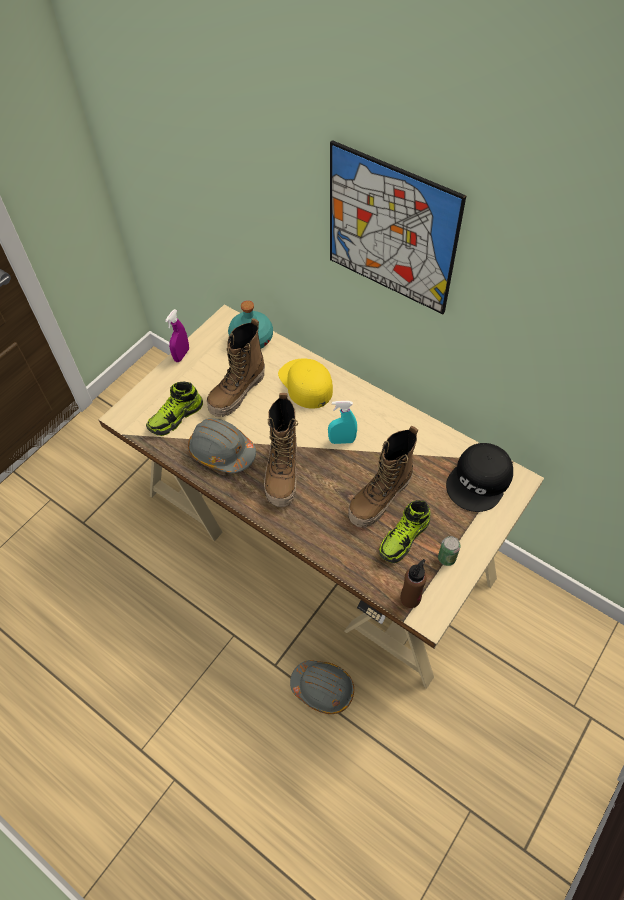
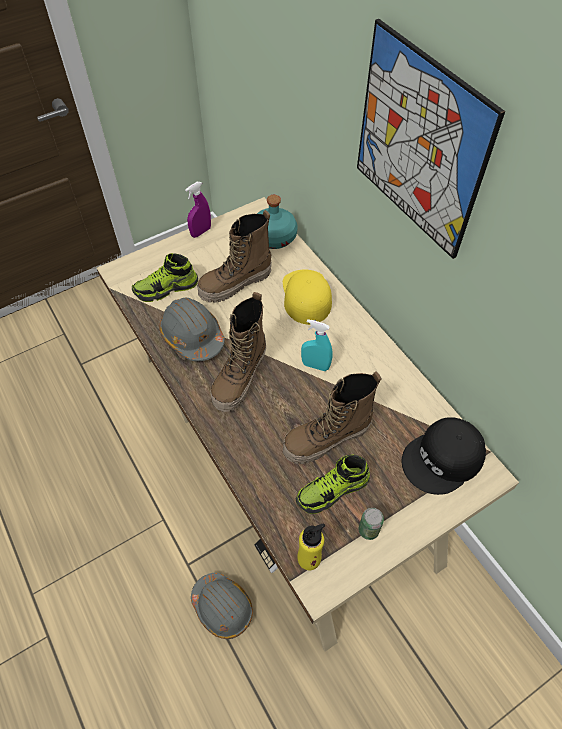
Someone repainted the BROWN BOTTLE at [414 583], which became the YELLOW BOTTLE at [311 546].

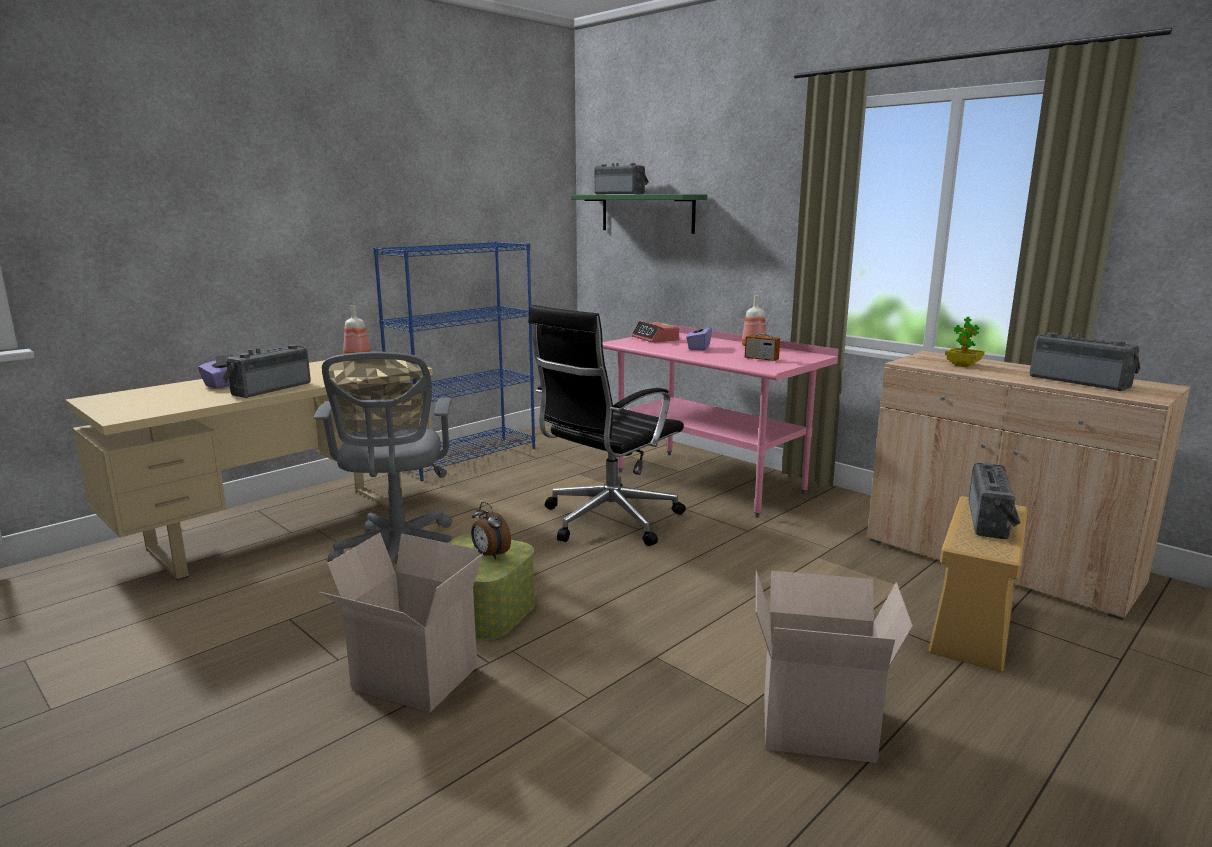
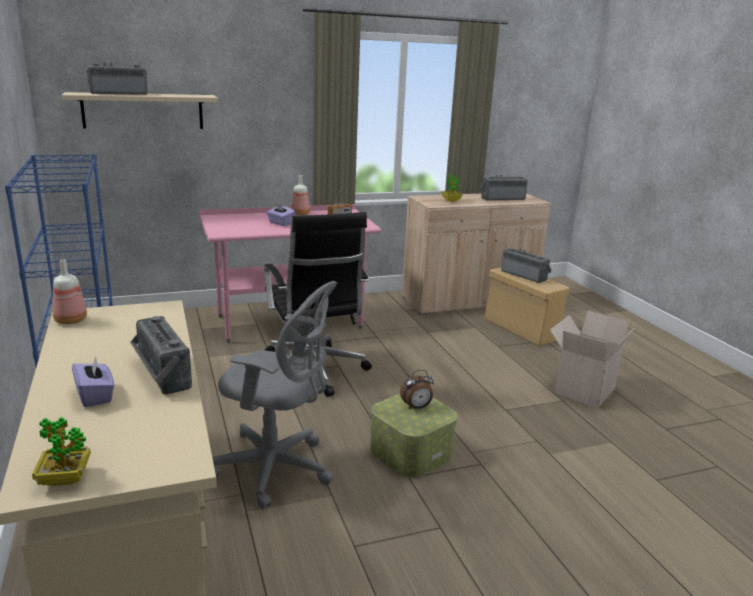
Someone took away the CARDBOARD BOX at [401 623].
Someone repainted the GREEN SHELF at [639 214], which became the BEIGE SHELF at [139 110].
Someone took away the ALARM CLOCK at [655 332].
Someone put down the POTTED PLANT at [61 451].

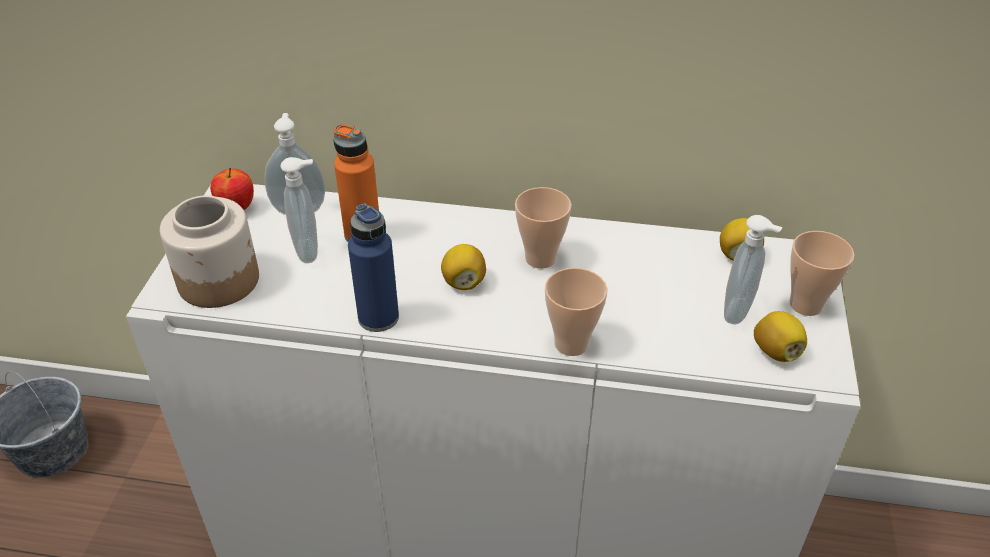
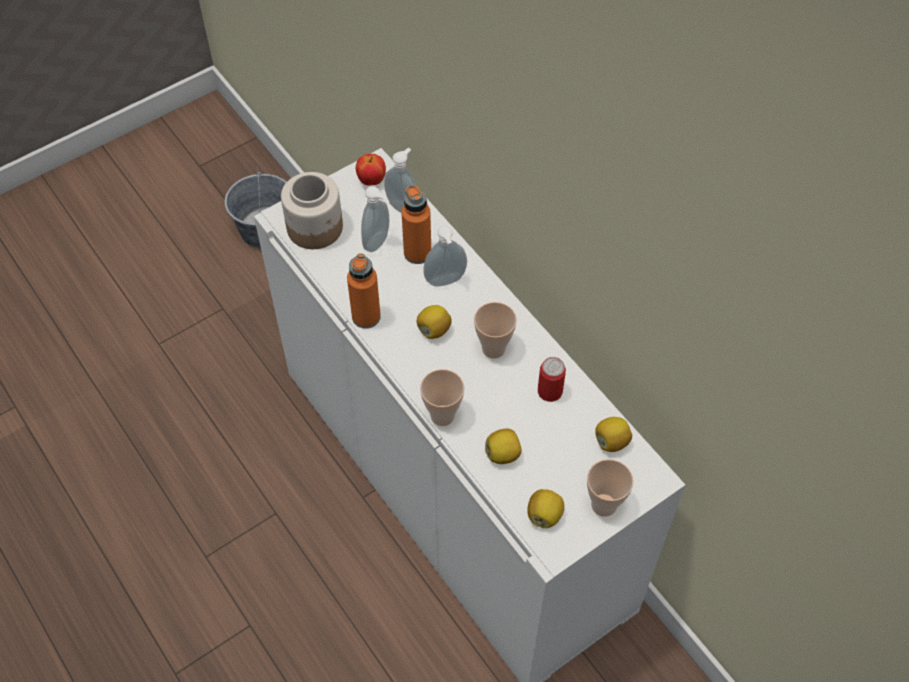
Someone repainted the BLUE BOTTLE at [373 268], which became the ORANGE BOTTLE at [364 291].
Someone carried the SOAP DISPENSER from [753 270] to [445 256].
Someone put down the LEMON at [503 446].
Someone put down the CAN at [552 379].

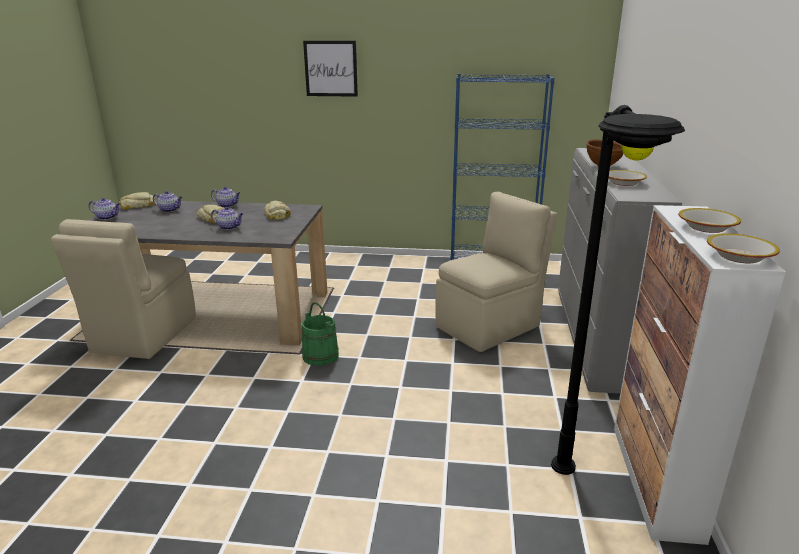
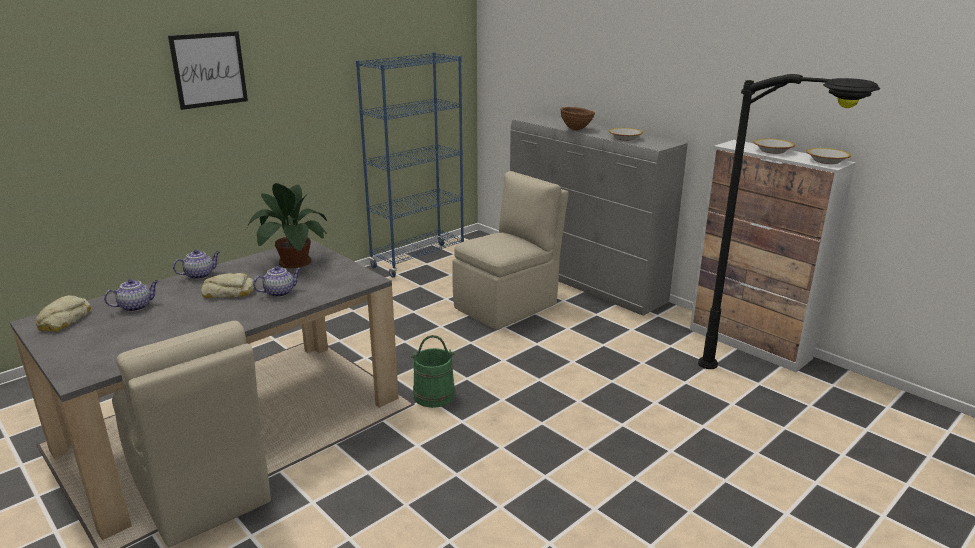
Someone took away the TEAPOT at [104 209].
Someone swapped the BREAD at [277 210] for the POTTED PLANT at [285 225].
Someone rotated the BEIGE CHAIR at [496 272] by 45 degrees clockwise.

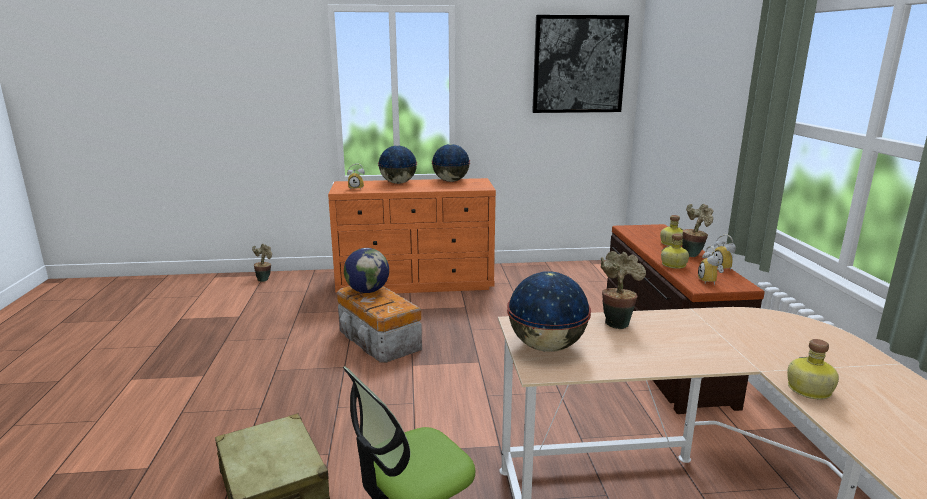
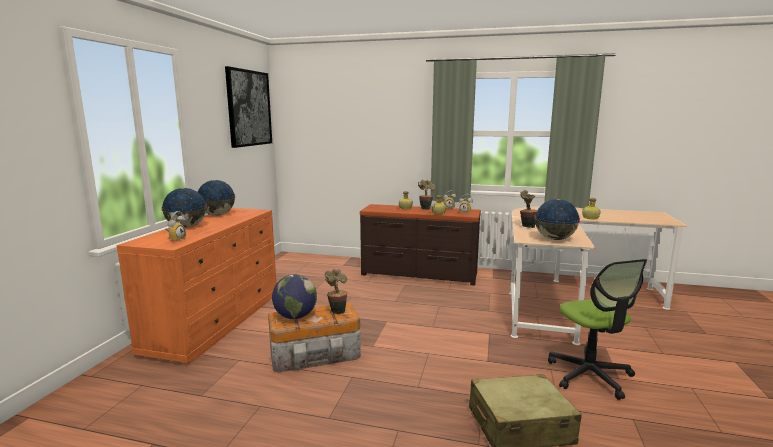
Someone carried the POTTED PLANT from [262 263] to [336 291].

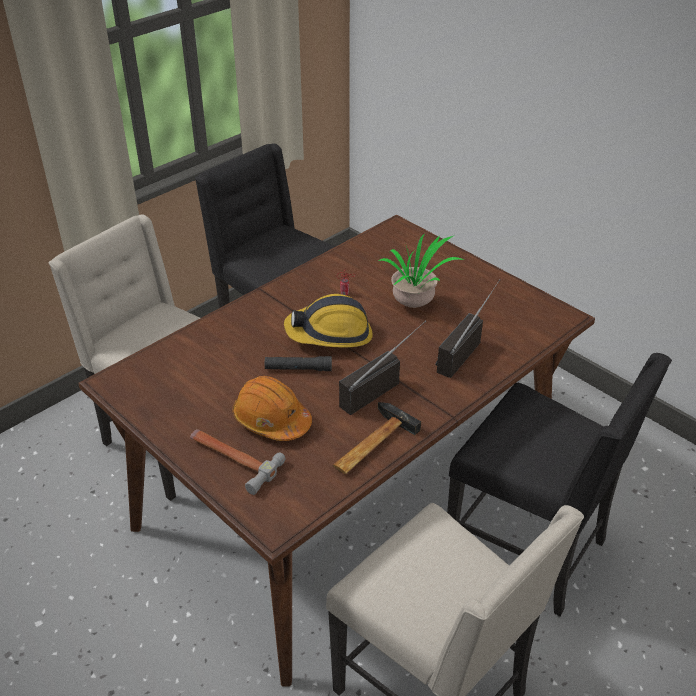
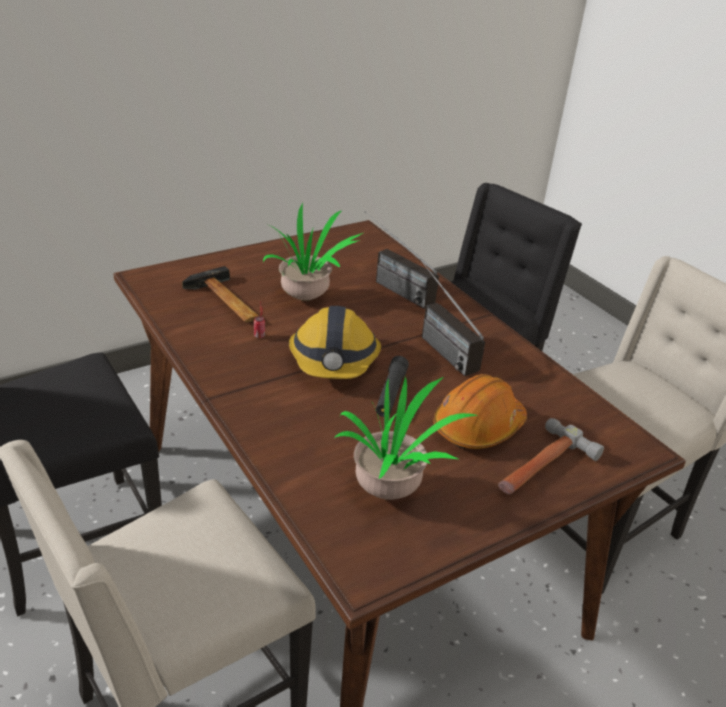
Someone carried the HAMMER from [377 438] to [220 294].
Someone put down the POTTED PLANT at [406 438].

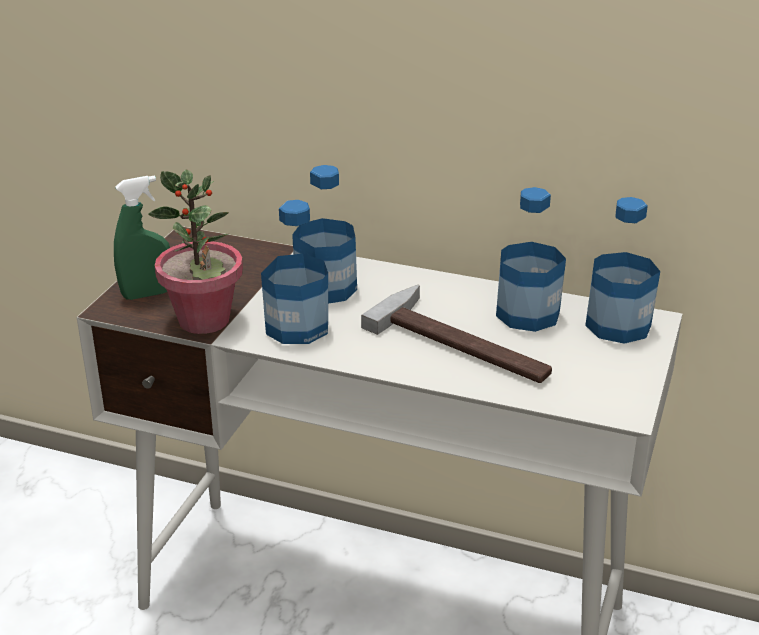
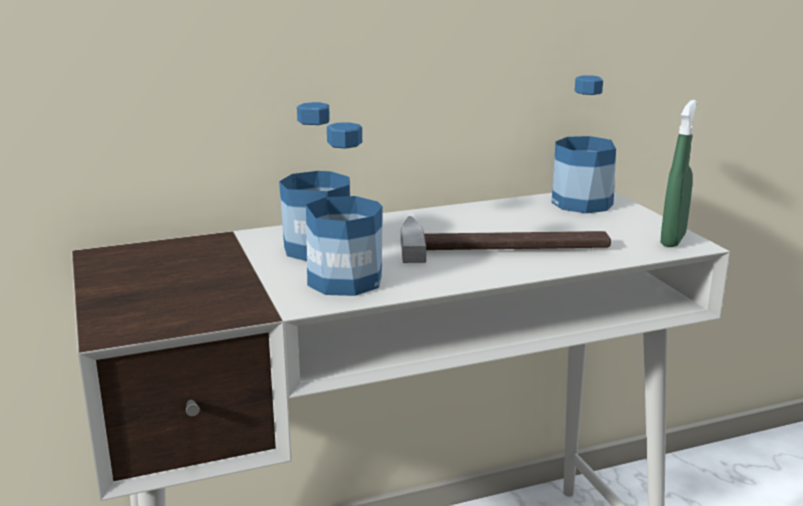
Someone carried the GREEN SPRAY BOTTLE from [142 237] to [678 173].
Someone took away the POTTED PLANT at [196 252].
Someone took away the BOTTLE at [531 259].

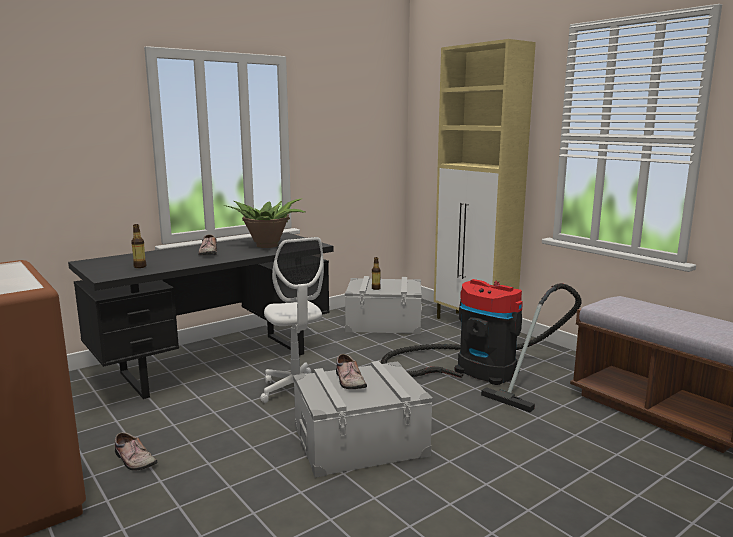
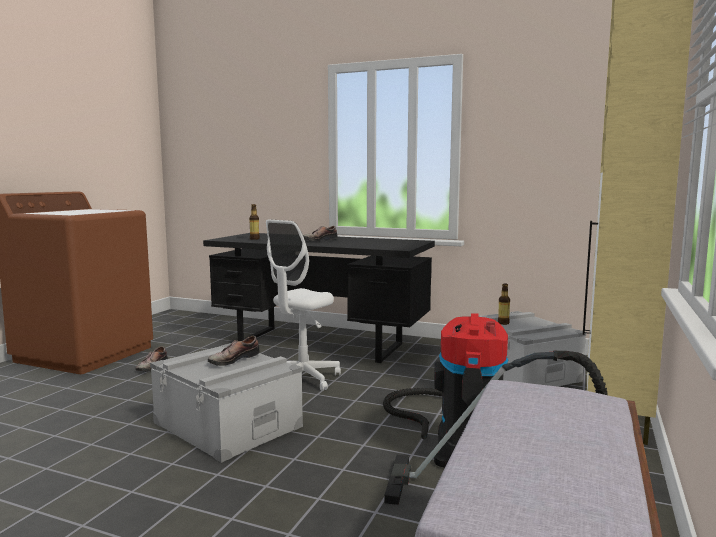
Someone took away the POTTED PLANT at [264 223].

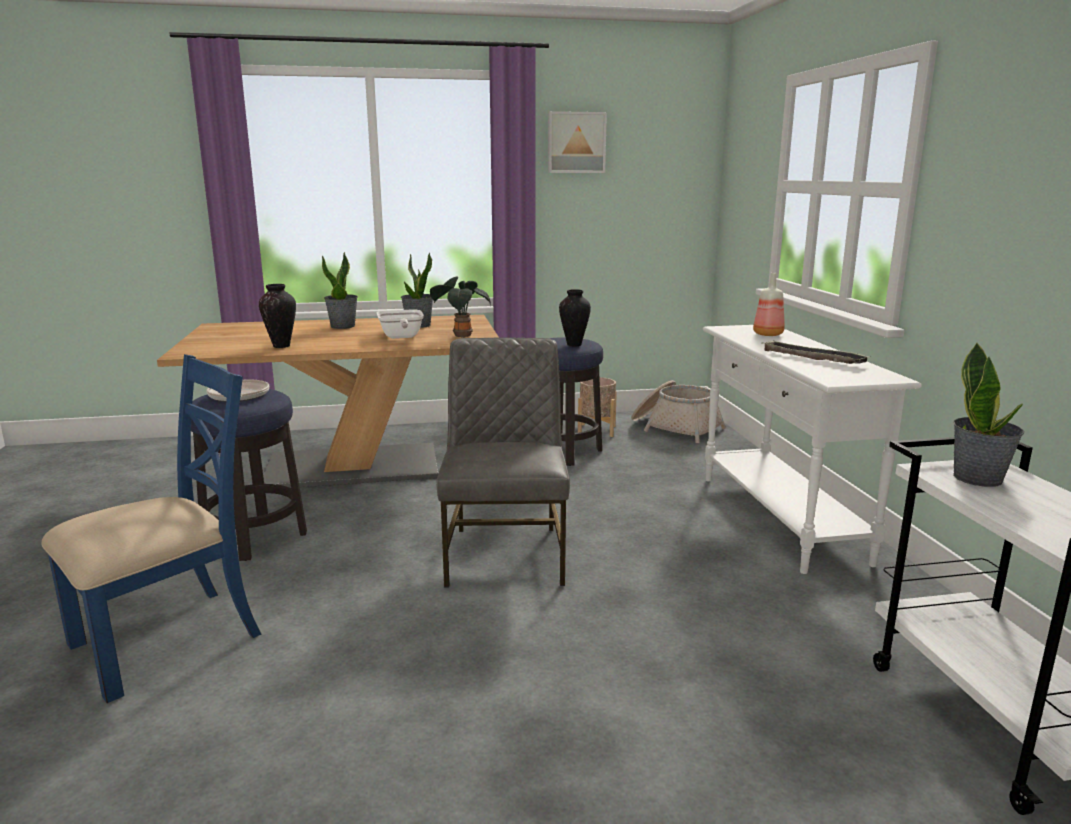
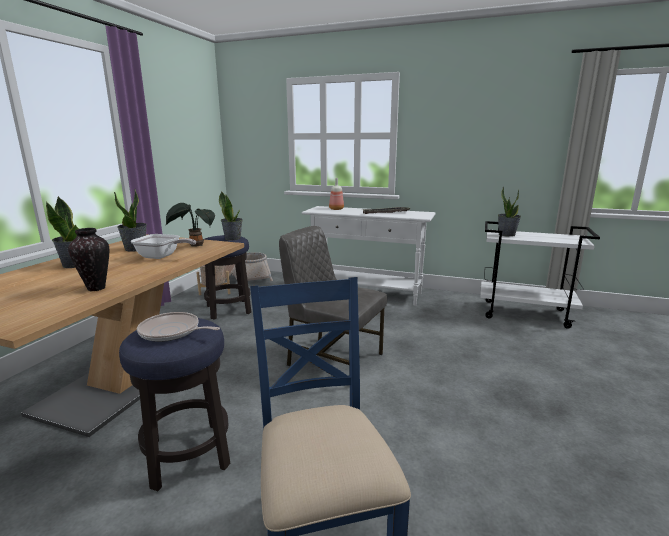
Someone took away the PICTURE at [577 142].
Someone swapped the VASE at [575 317] for the POTTED PLANT at [231 215].

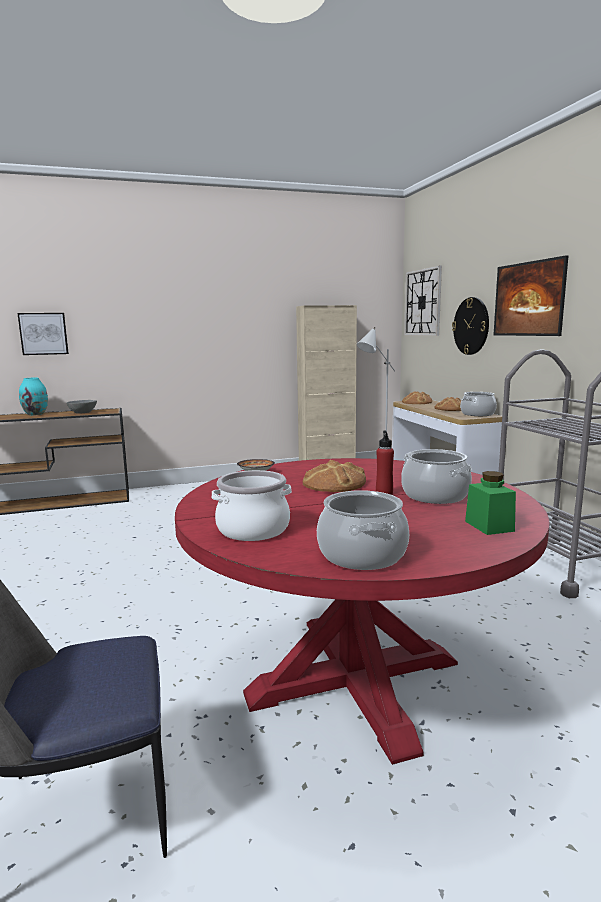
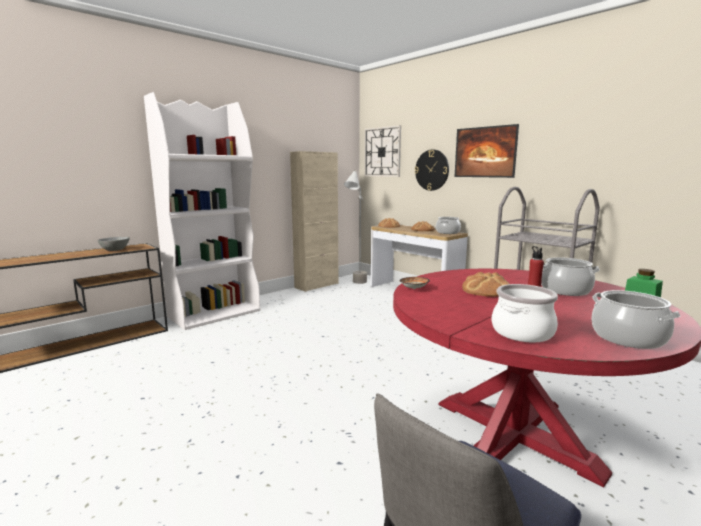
Someone took away the PICTURE at [43 334].
Someone took away the TURQUOISE VASE at [33 396].
Someone put down the WHITE BOOKCASE at [202 211].

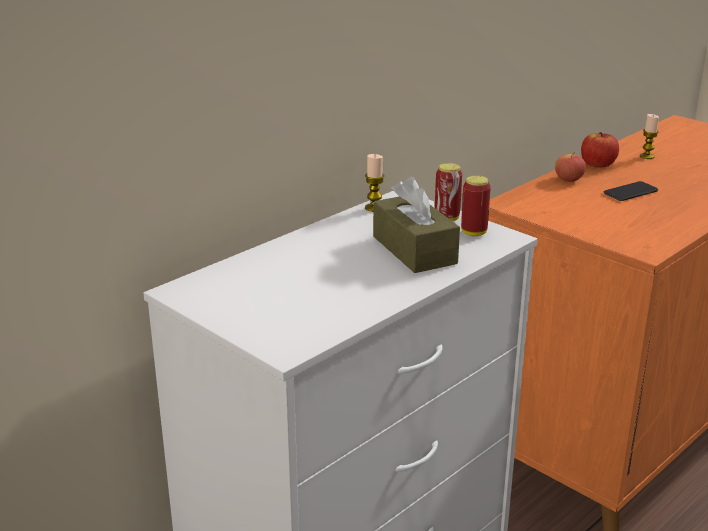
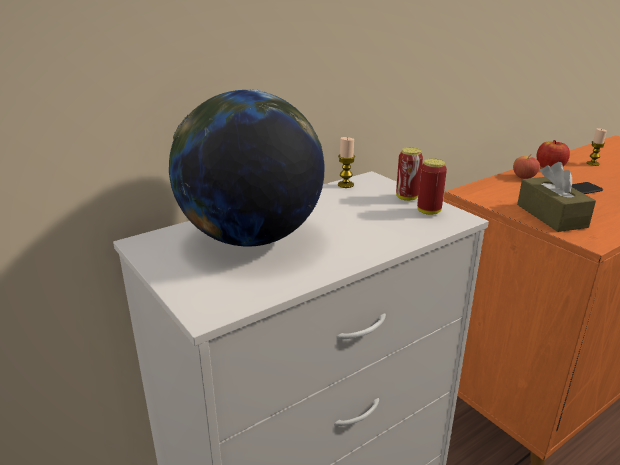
Someone carried the BROWN TISSUE BOX from [416 225] to [556 197].
Someone put down the GLOBE at [246 168].

